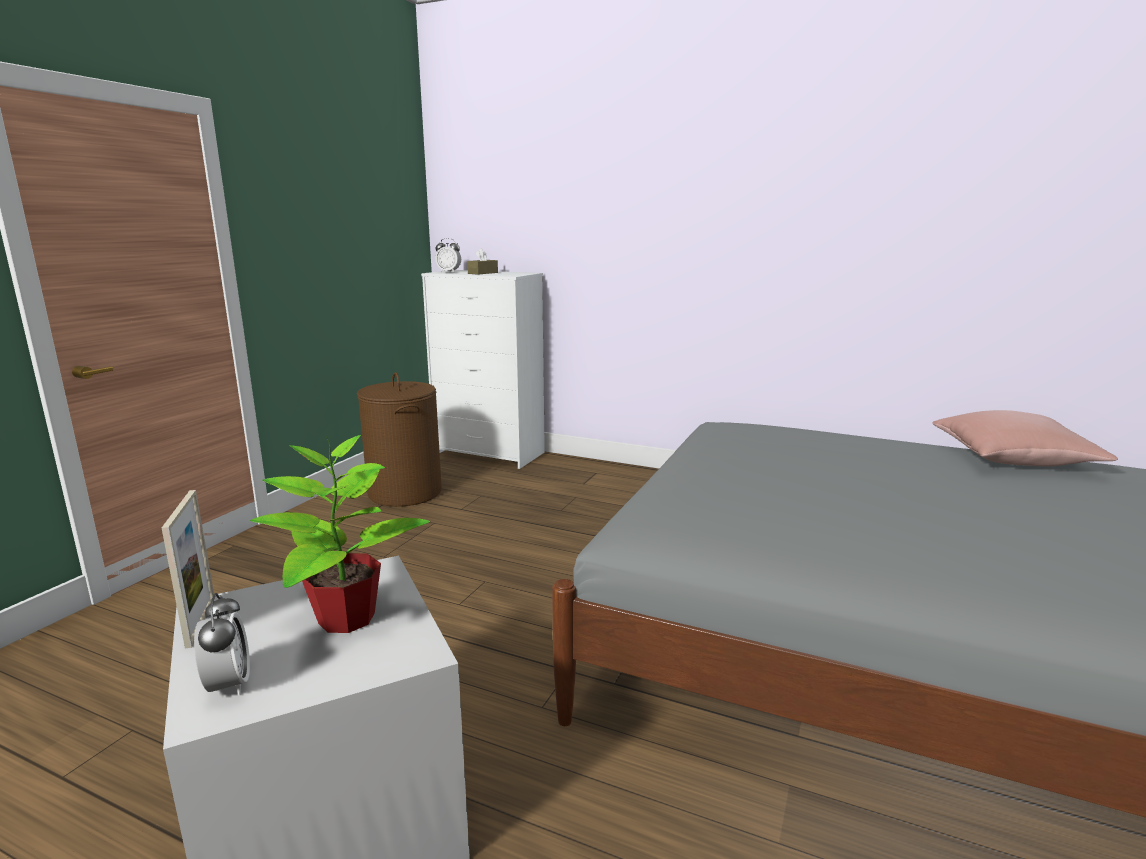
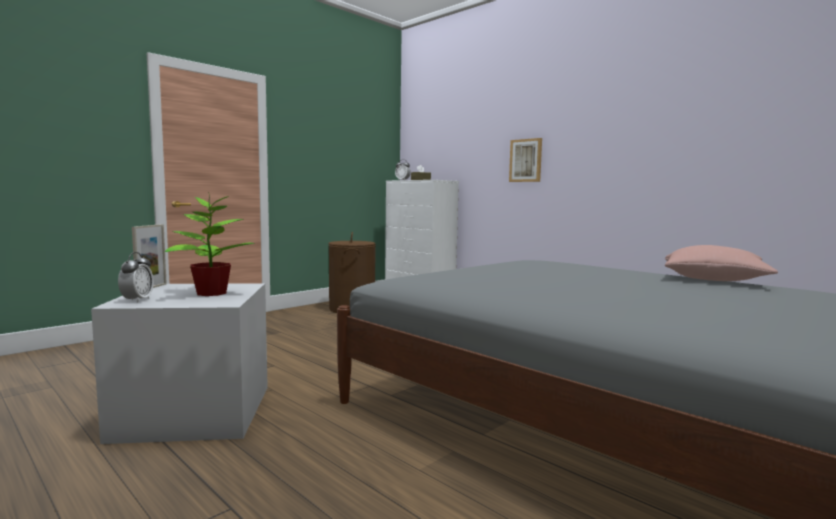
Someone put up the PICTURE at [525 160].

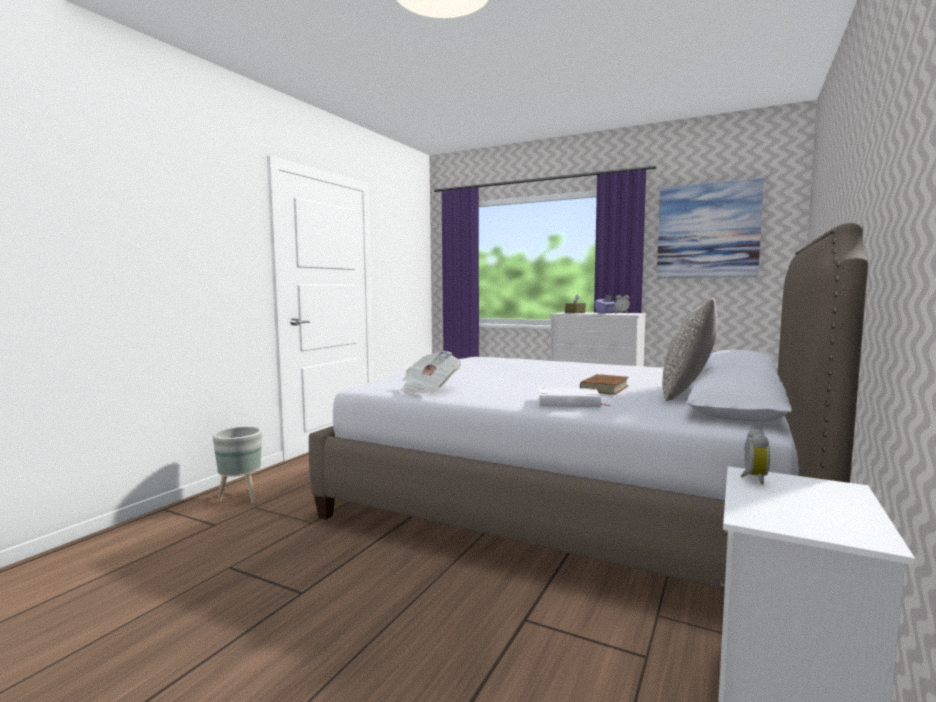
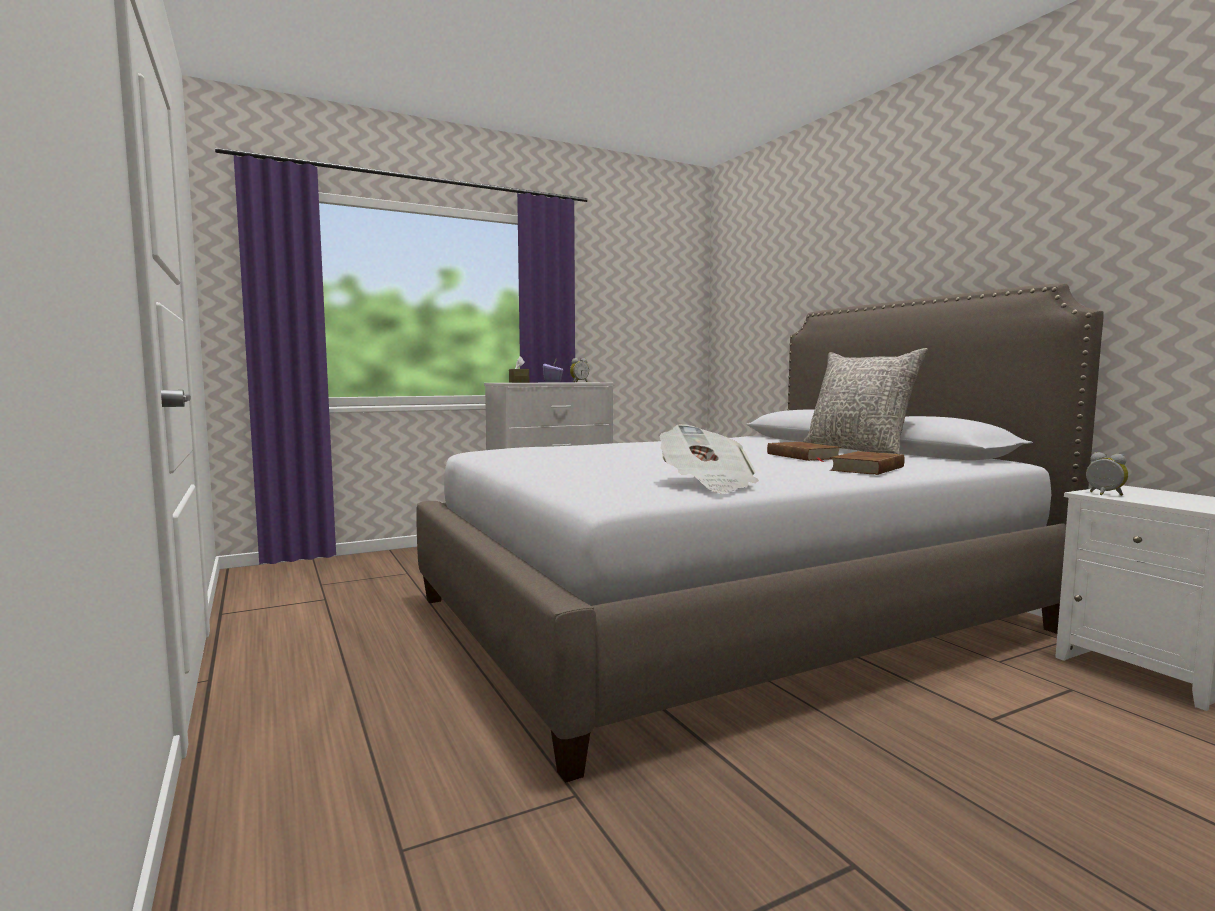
Someone took away the GREY PLANTER at [237 464].
Someone repainted the WHITE BOOK at [574 397], which became the BROWN BOOK at [867 463].
Someone took away the PICTURE at [710 228].

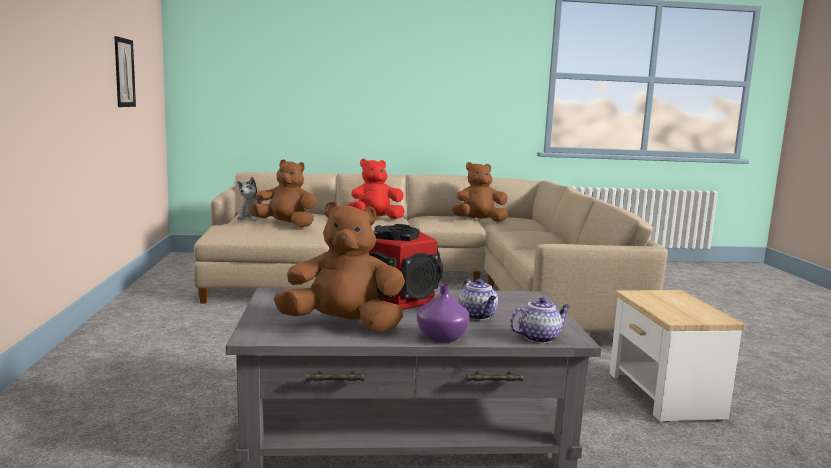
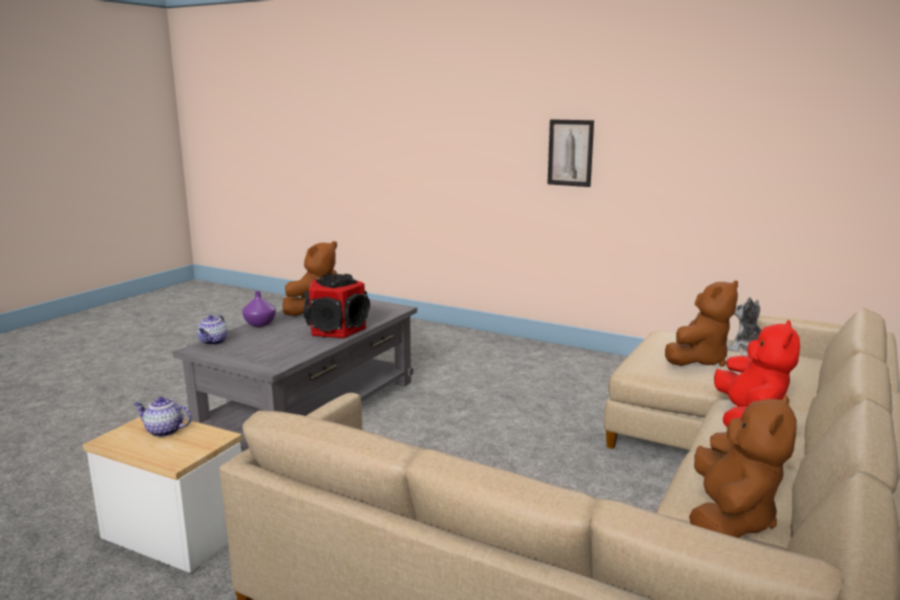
Someone carried the PICTURE from [125 71] to [570 153].
Someone carried the TEAPOT from [478 299] to [162 417].

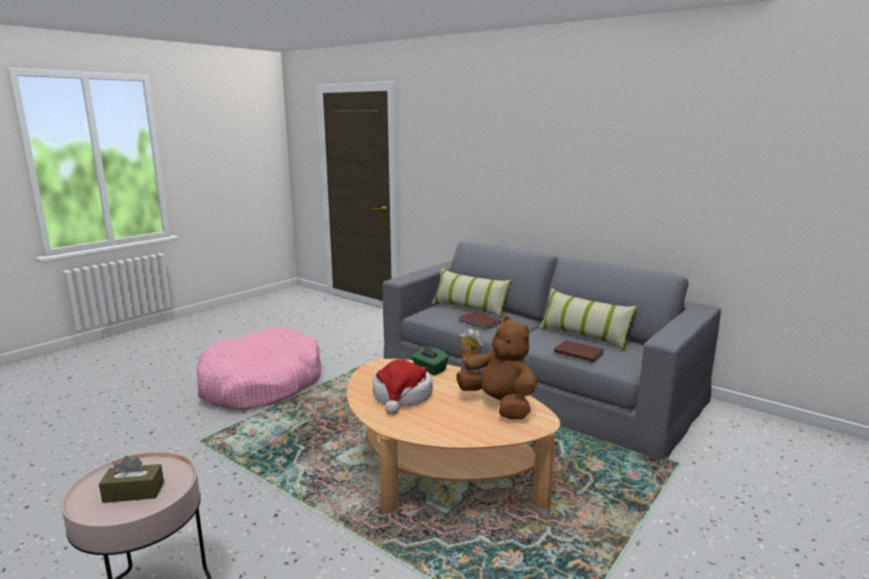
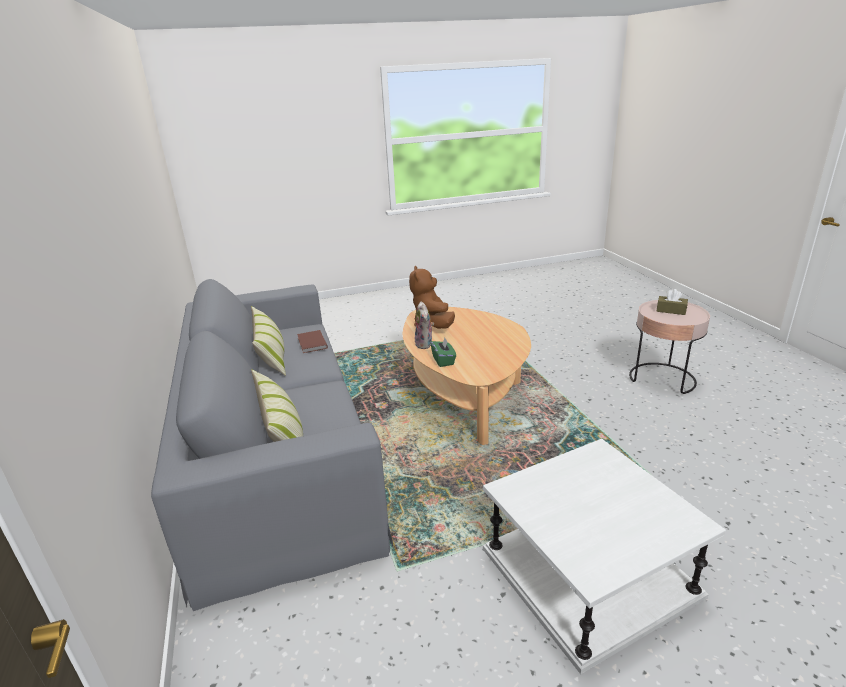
Someone swapped the PINK DOG BED at [259 368] for the WHITE SIDE TABLE at [604 556].
Someone took away the HAT at [403 387].
Someone took away the BROWN BOOK at [480 321].

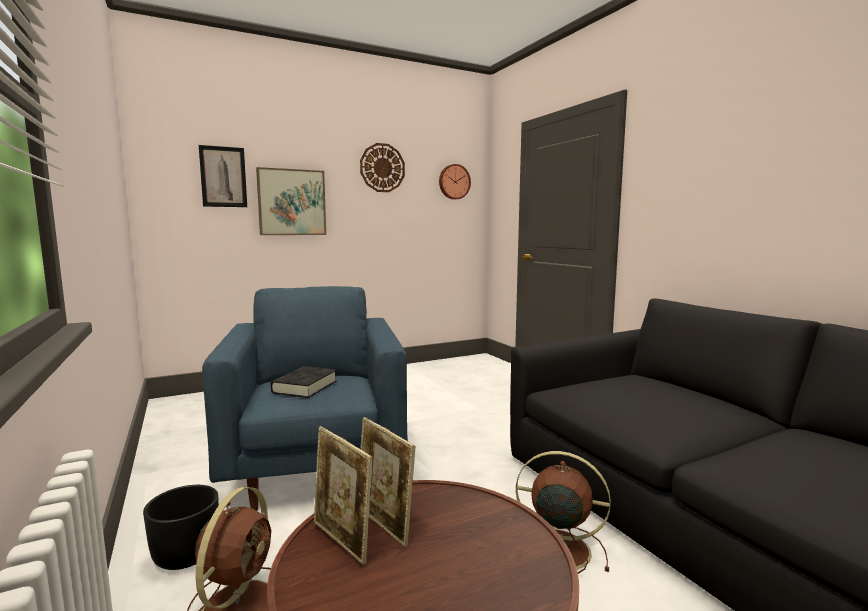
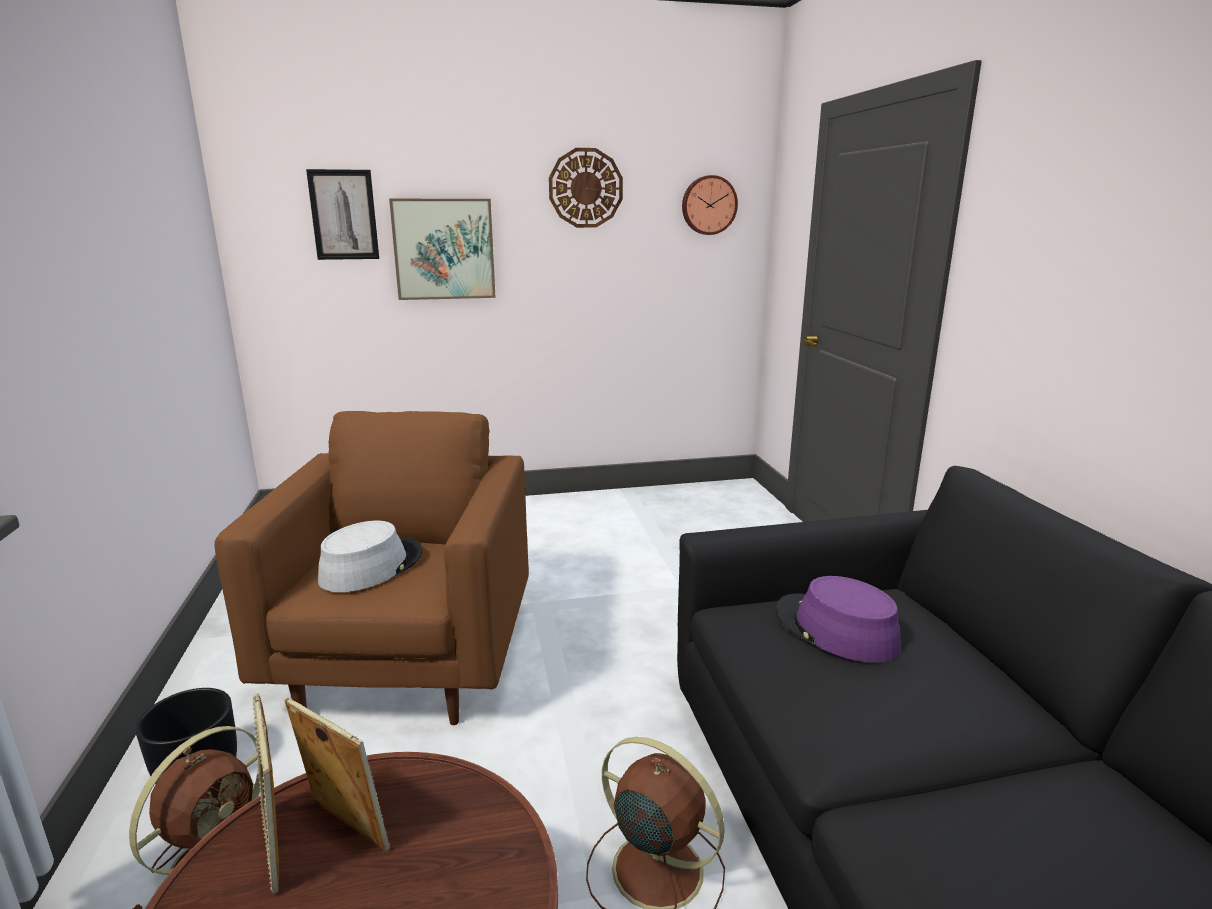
Someone repainted the BLUE ARMCHAIR at [305 398], which became the BROWN ARMCHAIR at [371 568].
Someone swapped the BLACK BOOK at [303 382] for the GREY HAT at [370 556].
Someone rotated the PICTURE FRAME at [388 482] by 150 degrees clockwise.
Someone put down the PURPLE HAT at [838 619].

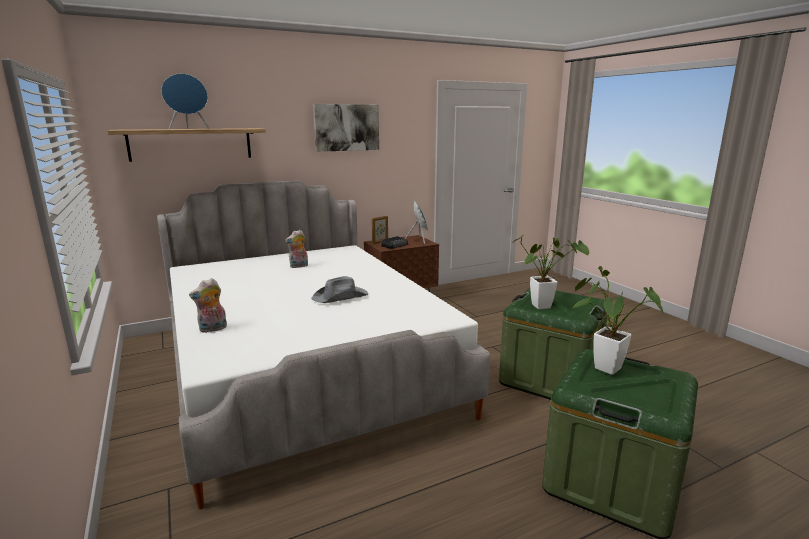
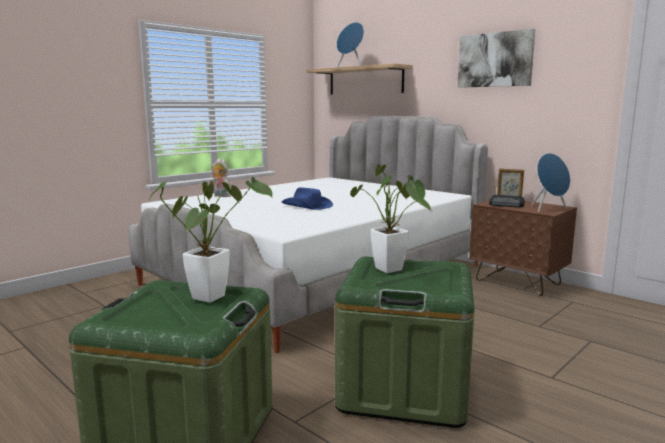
Someone took away the PLUSH TOY at [296 249].
Someone repainted the GREY HAT at [339 289], which became the BLUE HAT at [307 198].

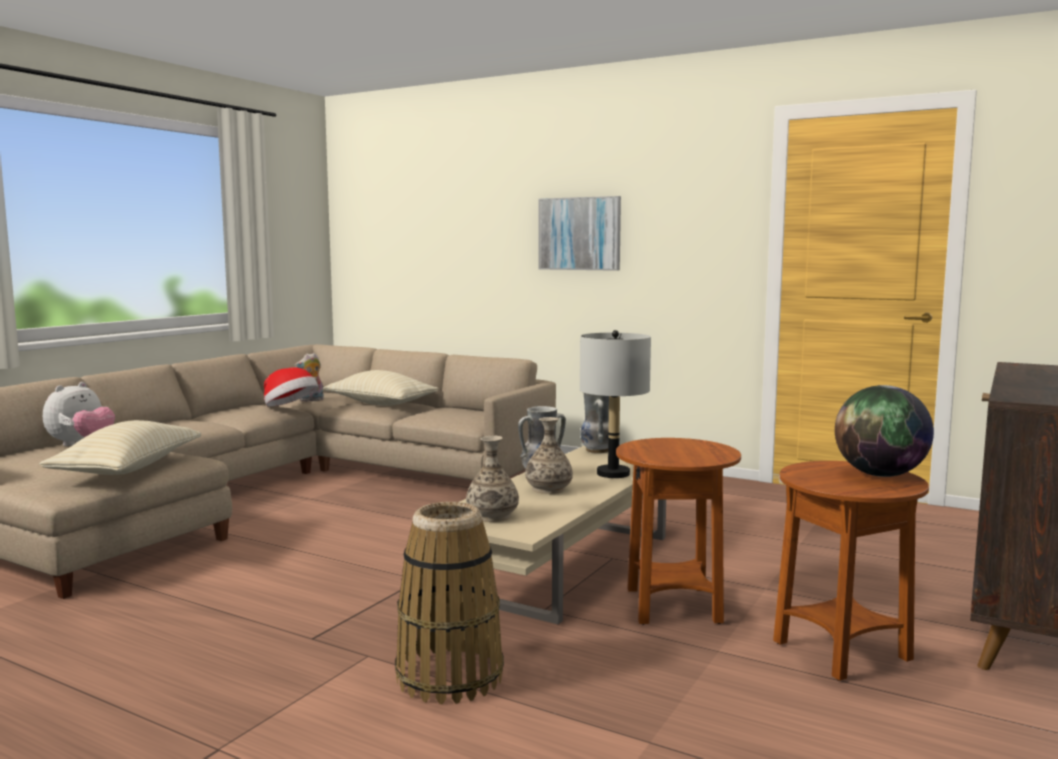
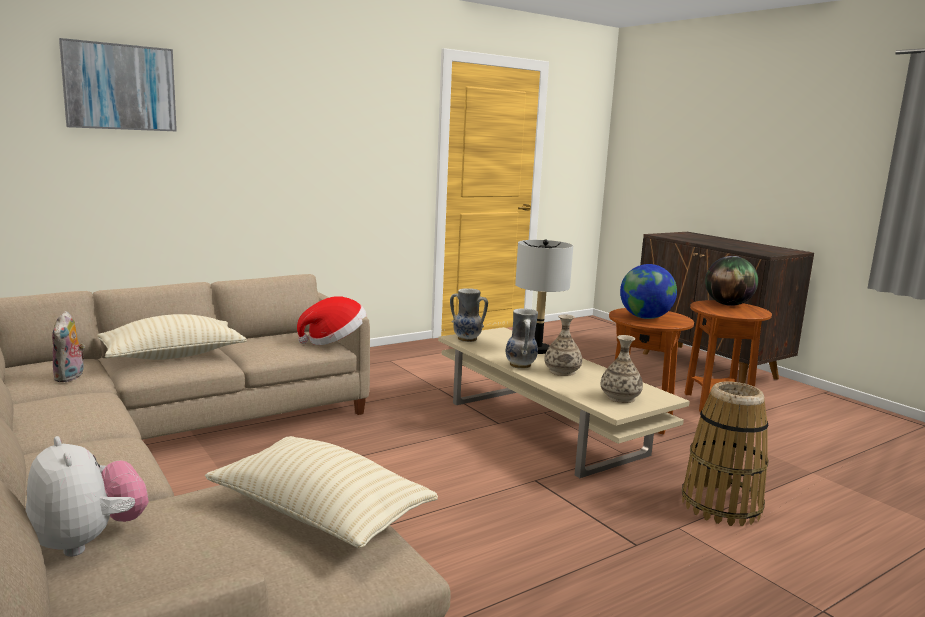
Someone carried the HAT from [291 387] to [331 320].
Someone carried the PICTURE from [579 233] to [118 85].
Someone put down the GLOBE at [648 291].

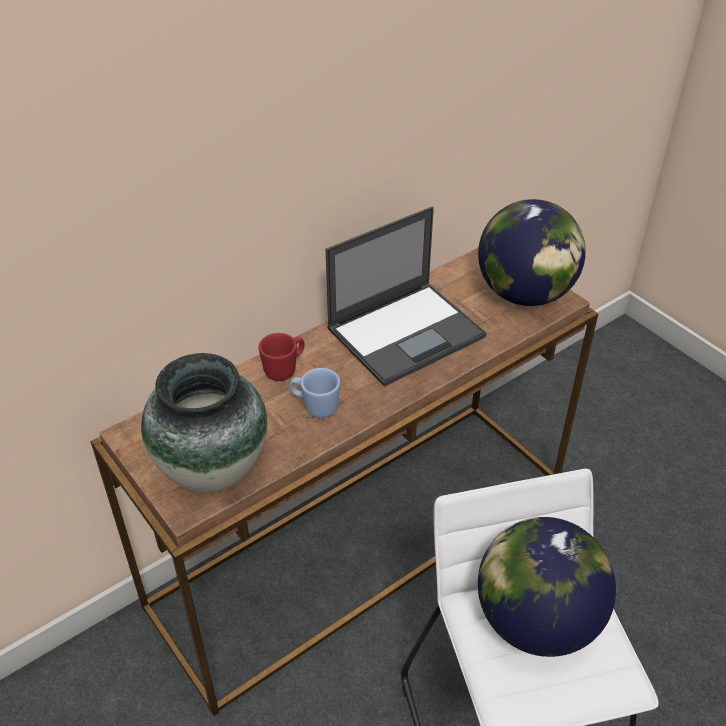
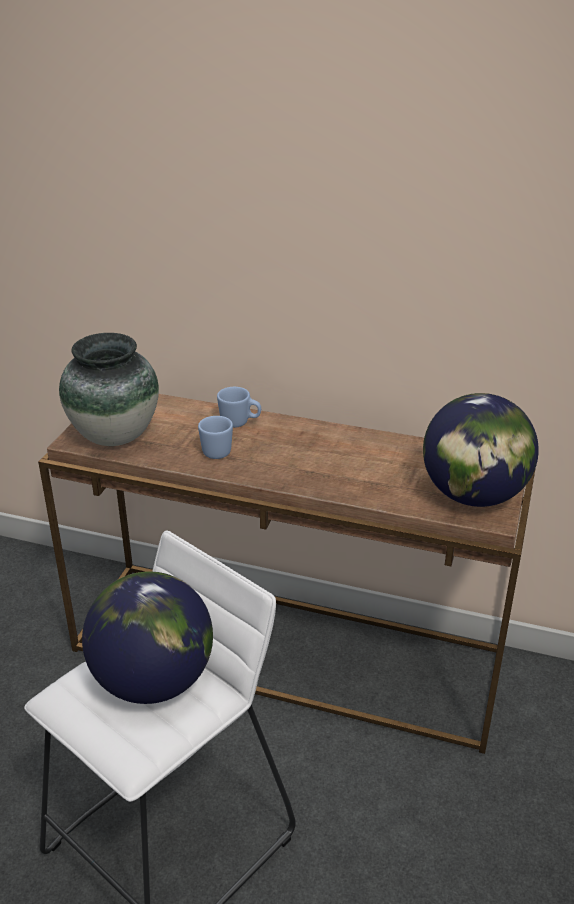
Someone repainted the RED MUG at [282 357], which became the BLUE MUG at [239 407].
Someone took away the LAPTOP at [406 296].

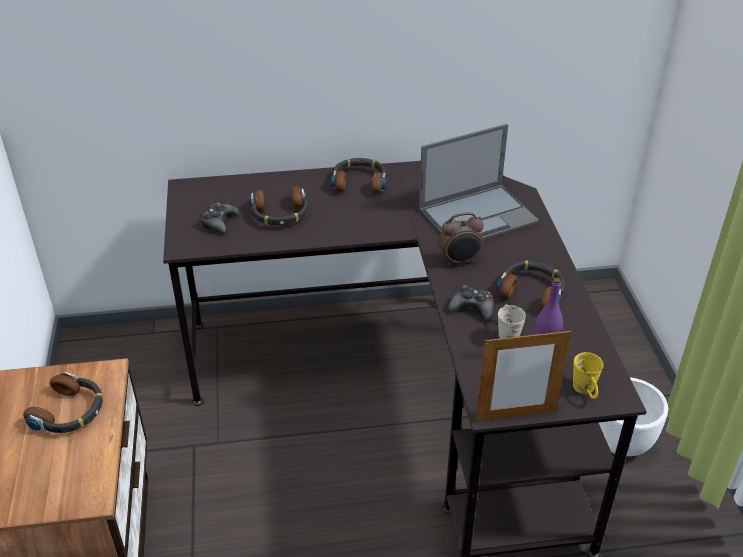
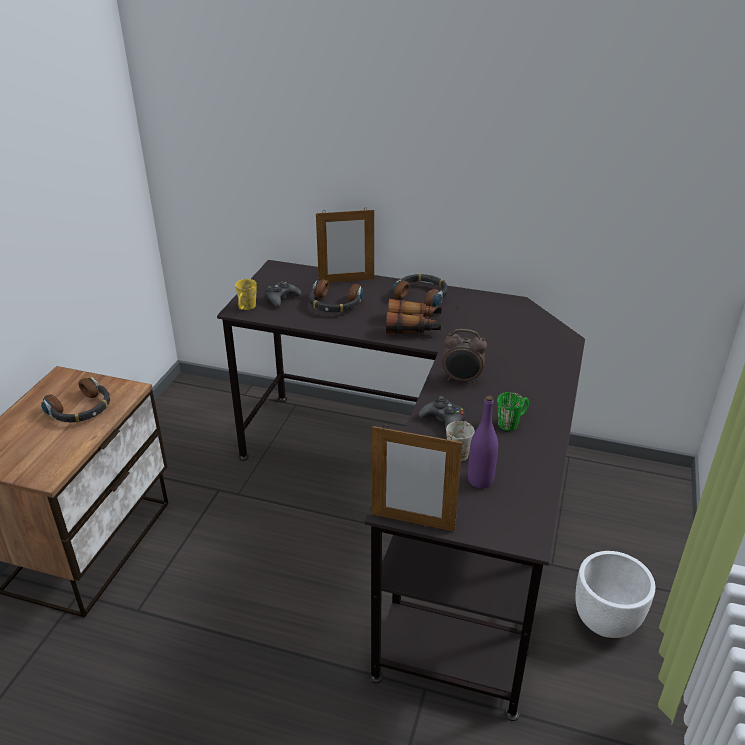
Someone took away the LAPTOP at [479 182].
Someone swapped the HEADPHONES at [530 285] for the GREEN MUG at [513 411].
Someone carried the YELLOW MUG from [588 375] to [246 294].
Someone put down the PICTURE FRAME at [345 245].
Someone put down the BINOCULARS at [414 316].

